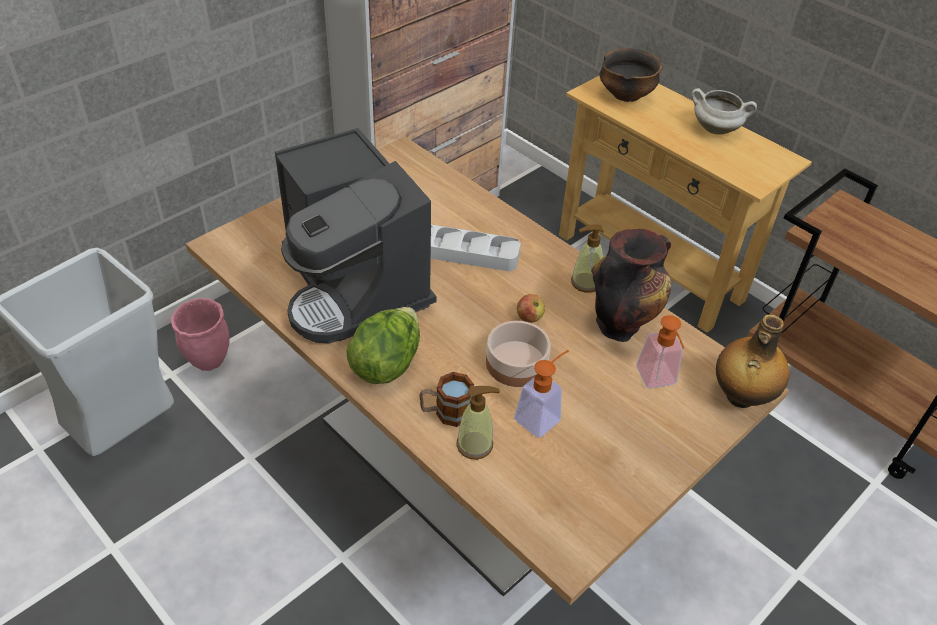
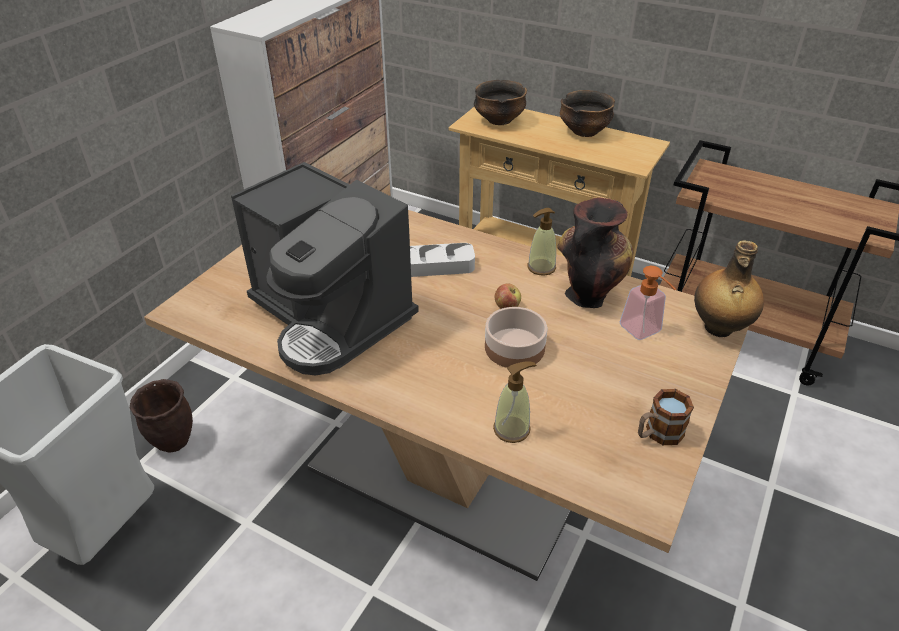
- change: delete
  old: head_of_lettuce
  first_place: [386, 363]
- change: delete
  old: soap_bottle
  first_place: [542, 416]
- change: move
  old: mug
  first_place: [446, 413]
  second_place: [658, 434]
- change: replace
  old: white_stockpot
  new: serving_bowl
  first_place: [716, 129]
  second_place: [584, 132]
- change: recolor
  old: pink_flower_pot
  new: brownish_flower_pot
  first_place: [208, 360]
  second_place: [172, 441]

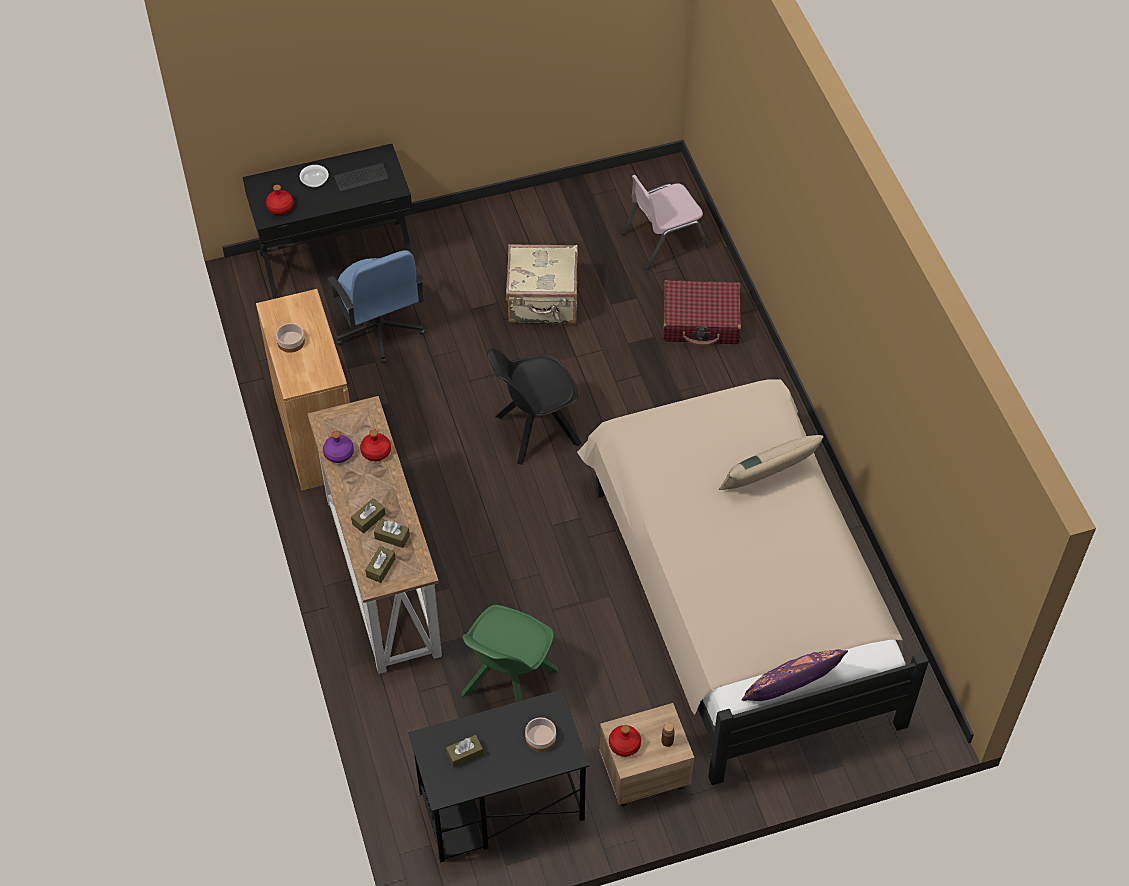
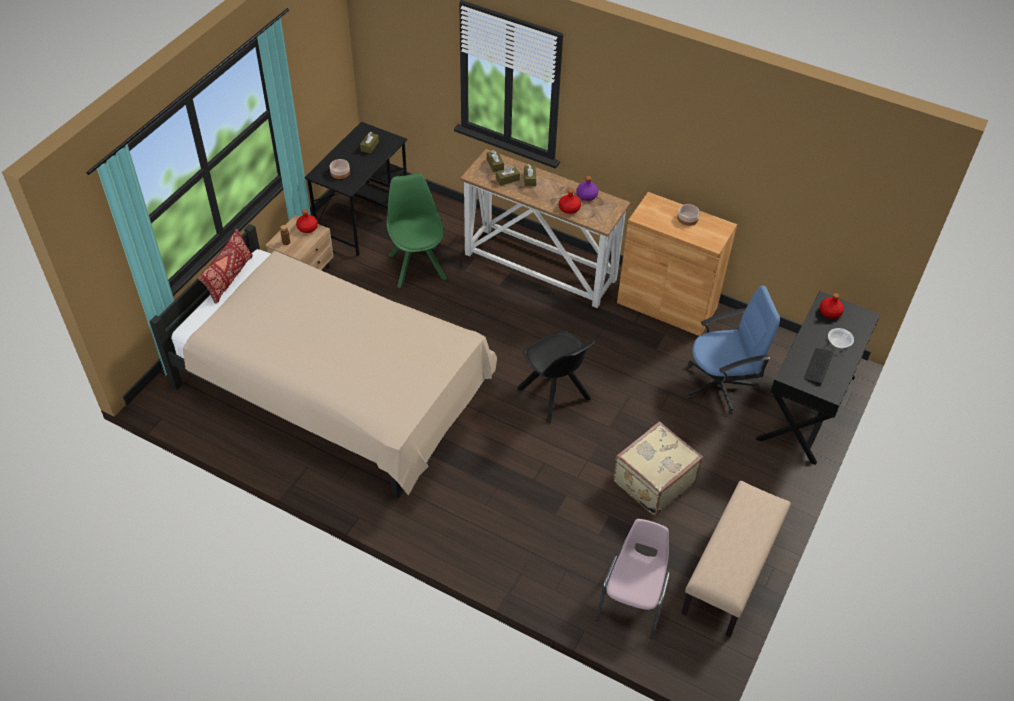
- change: delete
  old: red-coloured_travel_case
  first_place: [701, 321]
- change: delete
  old: beige-coloured_throw_pillow
  first_place: [768, 477]
- change: insert
  new: beige-coloured_bench
  second_place: [731, 573]
- change: recolor
  old: purplish_throw_pillow
  new: red-coloured_throw_pillow
  first_place: [791, 686]
  second_place: [229, 278]
- change: rotate
  old: blue-coloured_office_chair
  first_place: [379, 330]
  second_place: [720, 385]
  degrees: 150
- change: rotate
  old: black_upright_chair
  first_place: [535, 430]
  second_place: [555, 395]
  degrees: 120

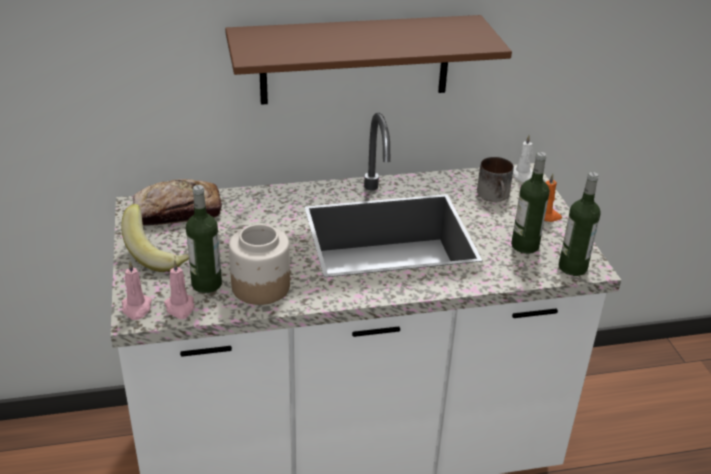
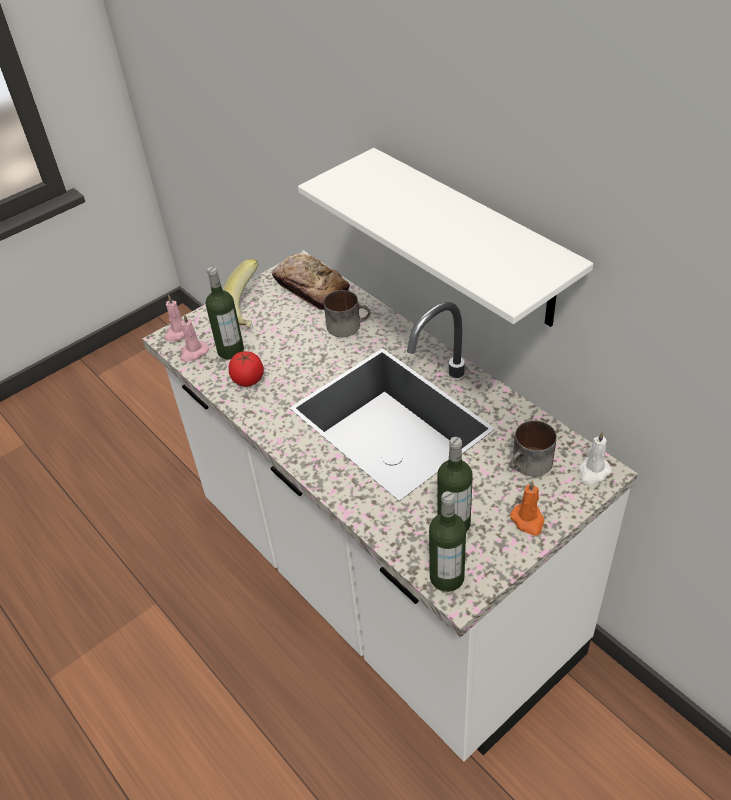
- change: insert
  new: mug
  second_place: [348, 325]
- change: replace
  old: jar
  new: whole_tomato
  first_place: [260, 287]
  second_place: [248, 379]
- change: recolor
  old: brownish_bracket_shelf
  new: white_bracket_shelf
  first_place: [355, 60]
  second_place: [472, 239]

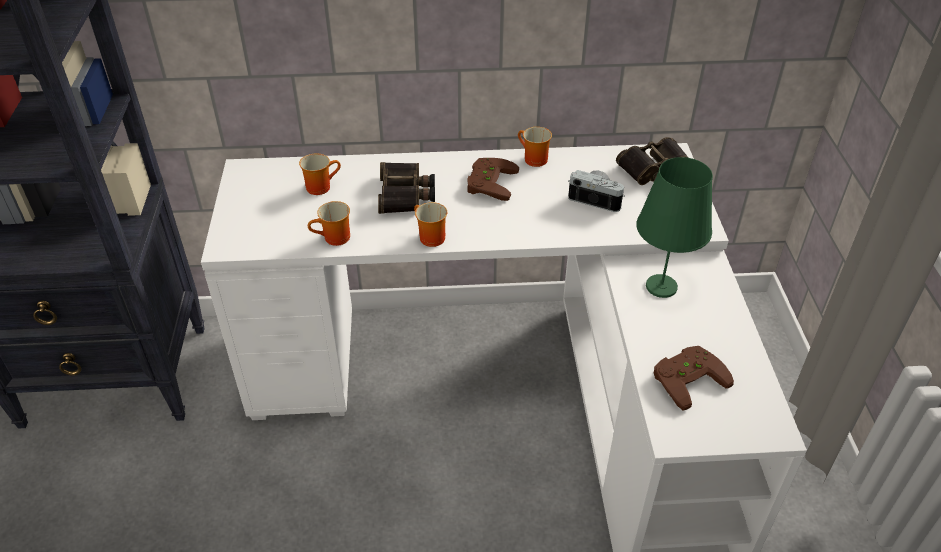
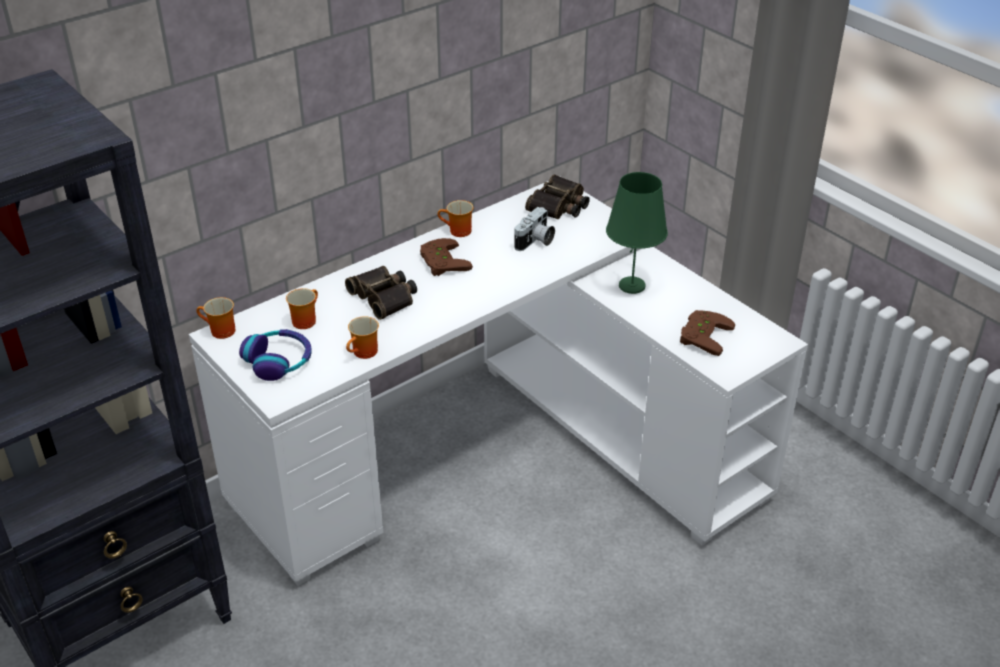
- change: insert
  new: headset
  second_place: [279, 361]
- change: move
  old: mug
  first_place: [428, 237]
  second_place: [219, 332]
- change: rotate
  old: still_camera
  first_place: [596, 199]
  second_place: [535, 242]
  degrees: 135

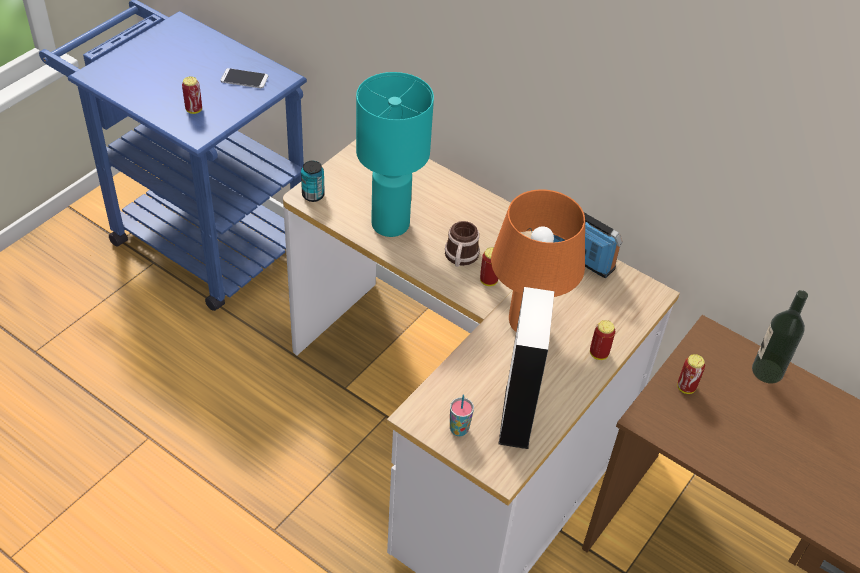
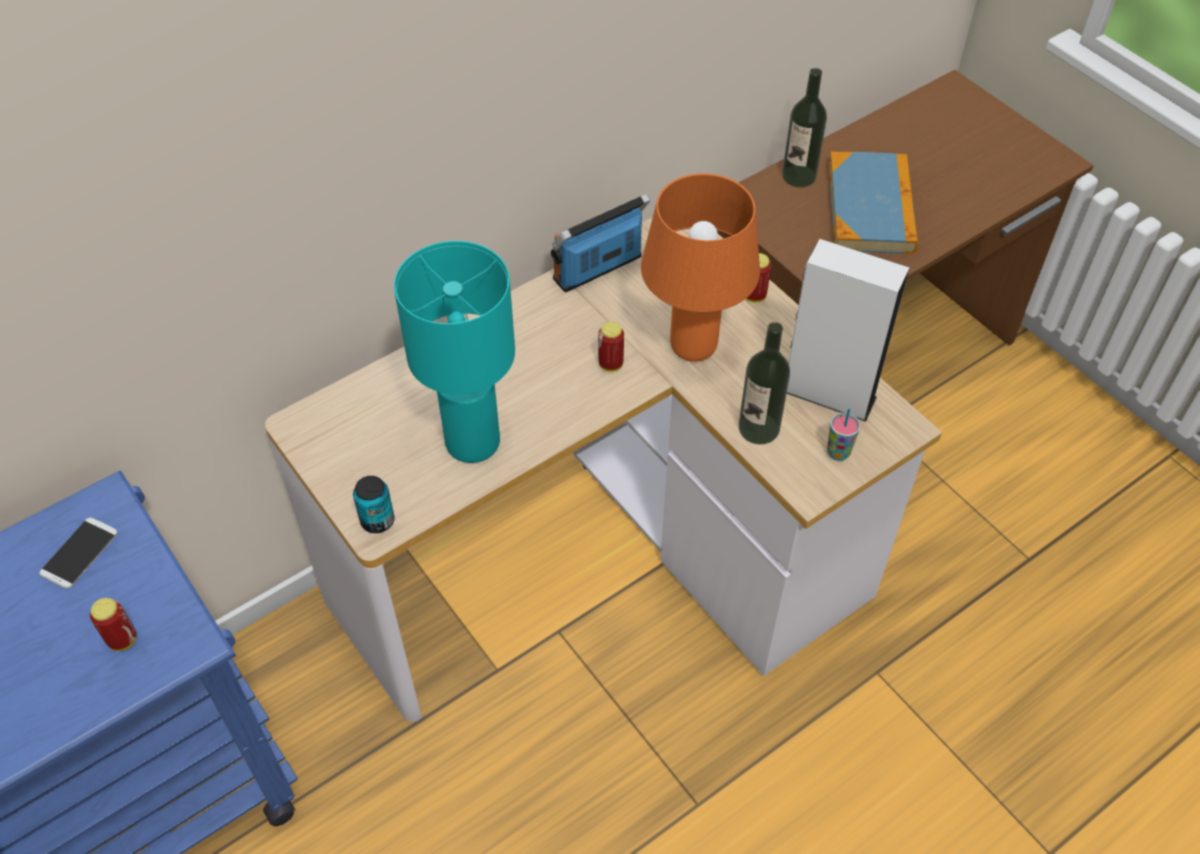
- change: delete
  old: mug
  first_place: [460, 258]
- change: delete
  old: metal_can
  first_place: [686, 387]
- change: insert
  new: bottle
  second_place: [758, 428]
- change: insert
  new: bound_book
  second_place: [871, 207]

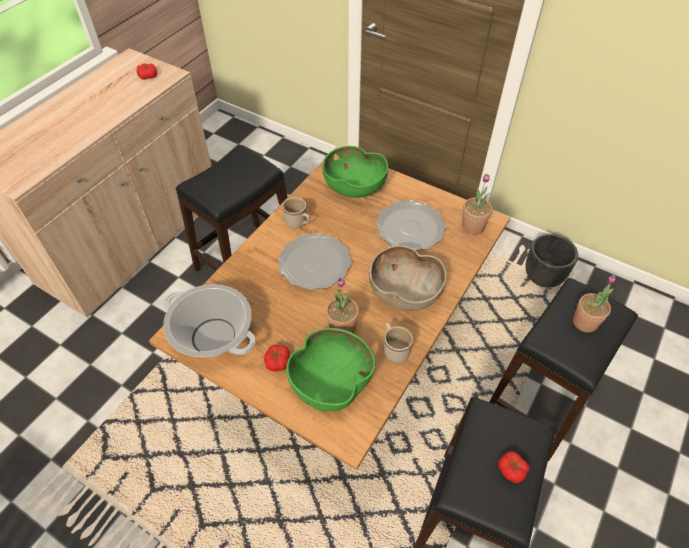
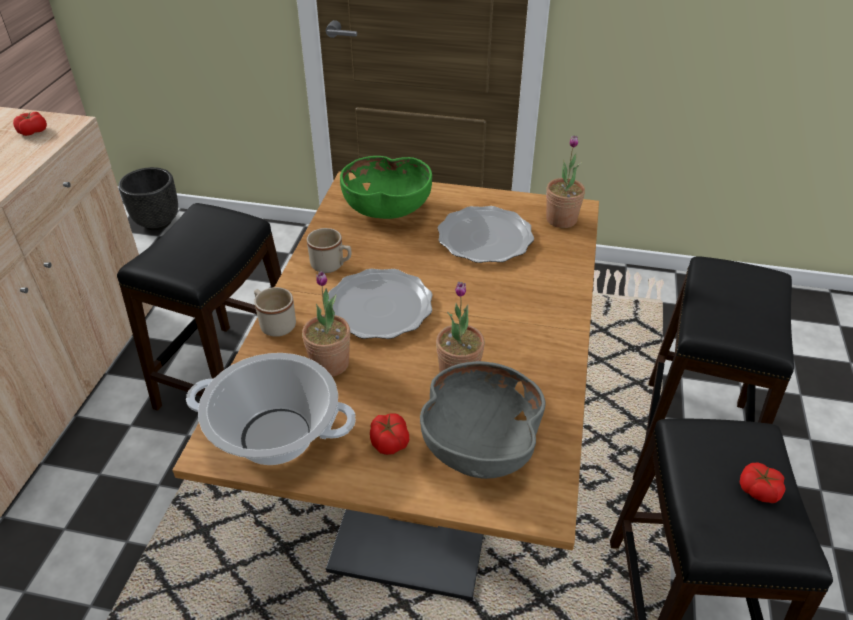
- change: delete
  old: brownish_serving_bowl
  first_place: [404, 294]
- change: move
  old: beige-coloured_mug
  first_place: [394, 349]
  second_place: [274, 323]
- change: move
  old: black_flower_pot
  first_place: [543, 277]
  second_place: [158, 222]
- change: move
  old: potted_plant
  first_place: [585, 322]
  second_place: [330, 363]
- change: recolor
  old: green_serving_bowl
  new: greyish_serving_bowl
  first_place: [330, 382]
  second_place: [479, 445]

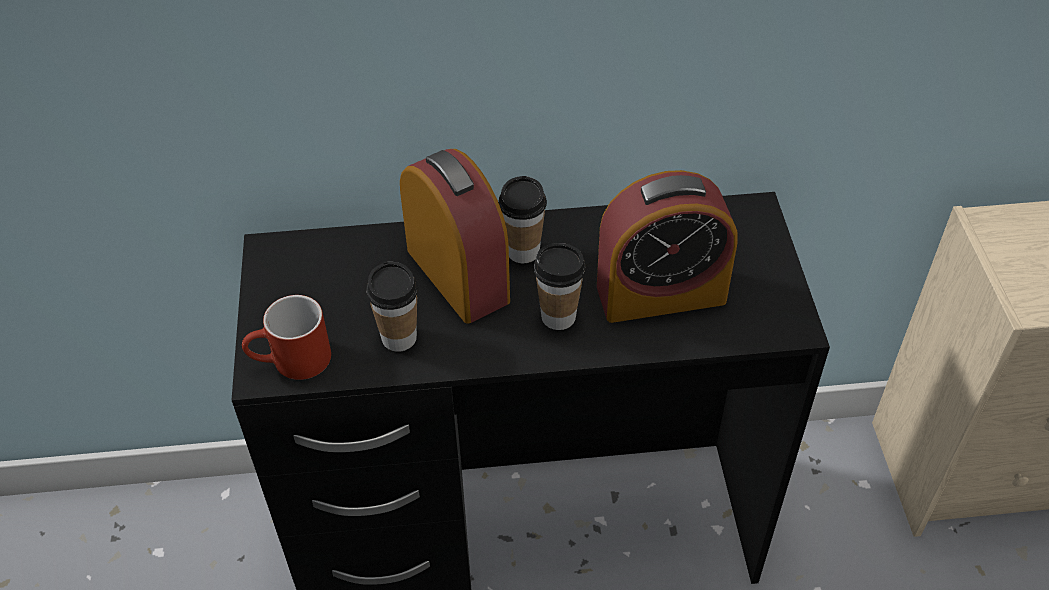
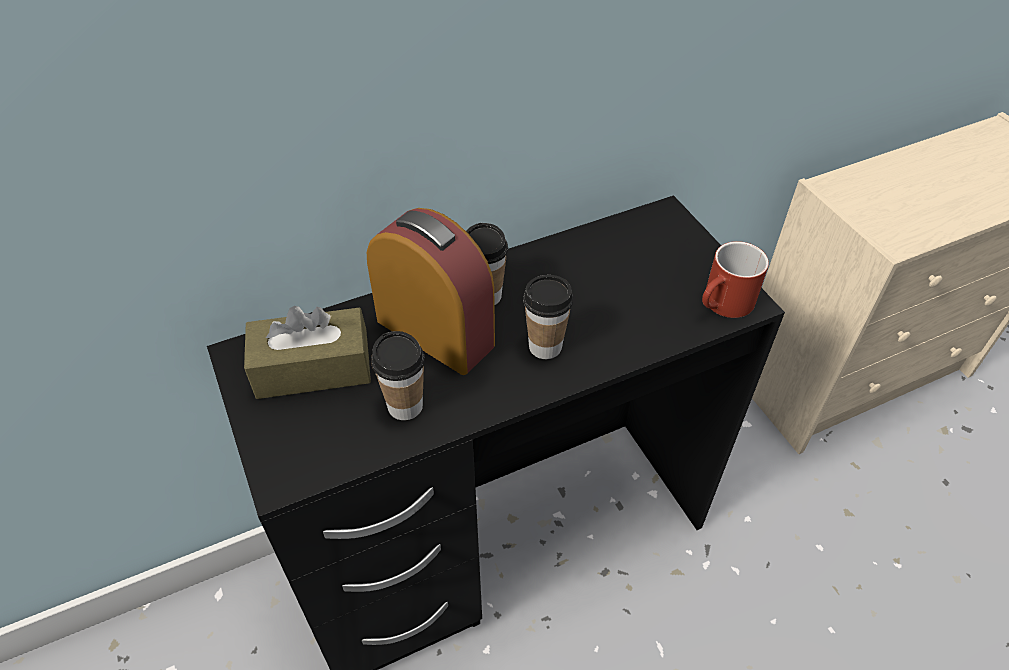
- change: delete
  old: alarm_clock
  first_place: [661, 294]
- change: insert
  new: brownish_tissue_box
  second_place: [313, 368]
- change: move
  old: red-coloured_mug
  first_place: [291, 362]
  second_place: [724, 306]

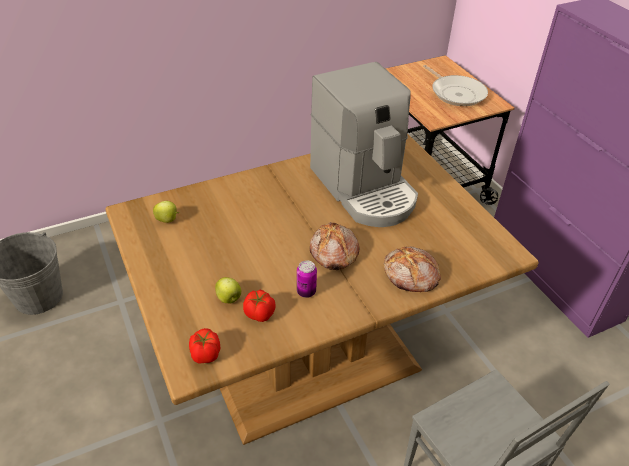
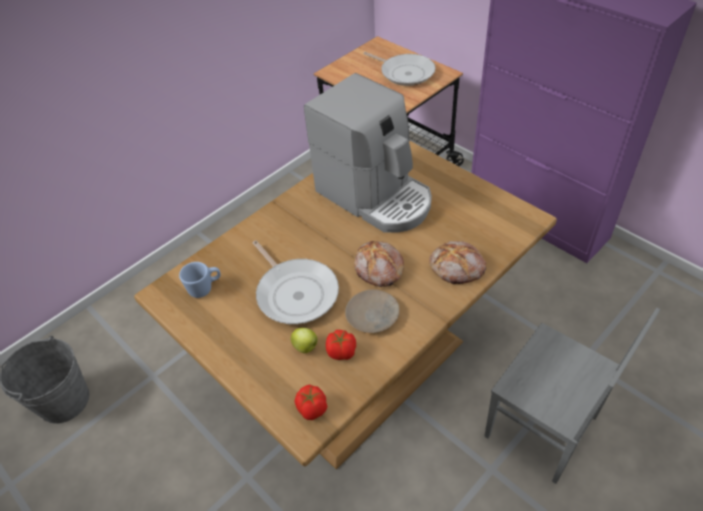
- change: insert
  new: skillet
  second_place: [295, 292]
- change: replace
  old: apple
  new: blue-coloured_mug
  first_place: [168, 220]
  second_place: [205, 288]
- change: replace
  old: metal_can
  new: beige-coloured_flat_dish
  first_place: [306, 292]
  second_place: [373, 315]

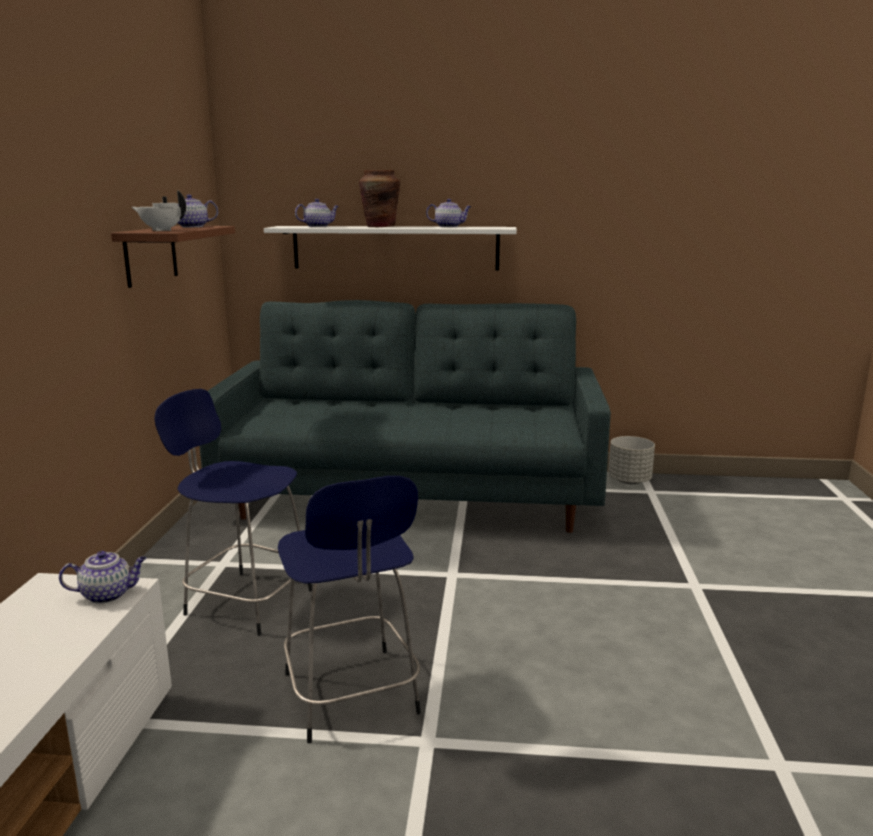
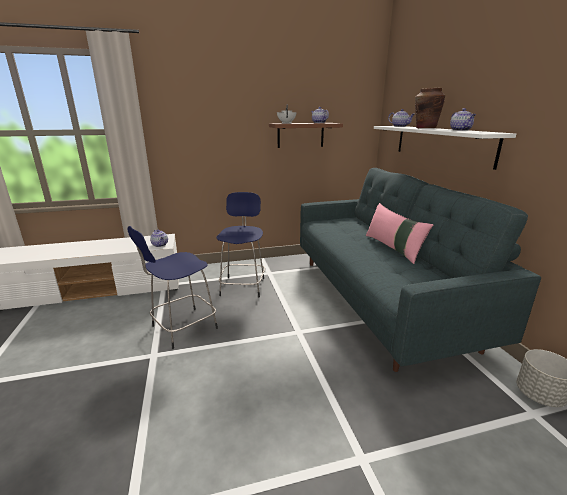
- change: insert
  new: pink_throw_pillow
  second_place: [393, 248]

